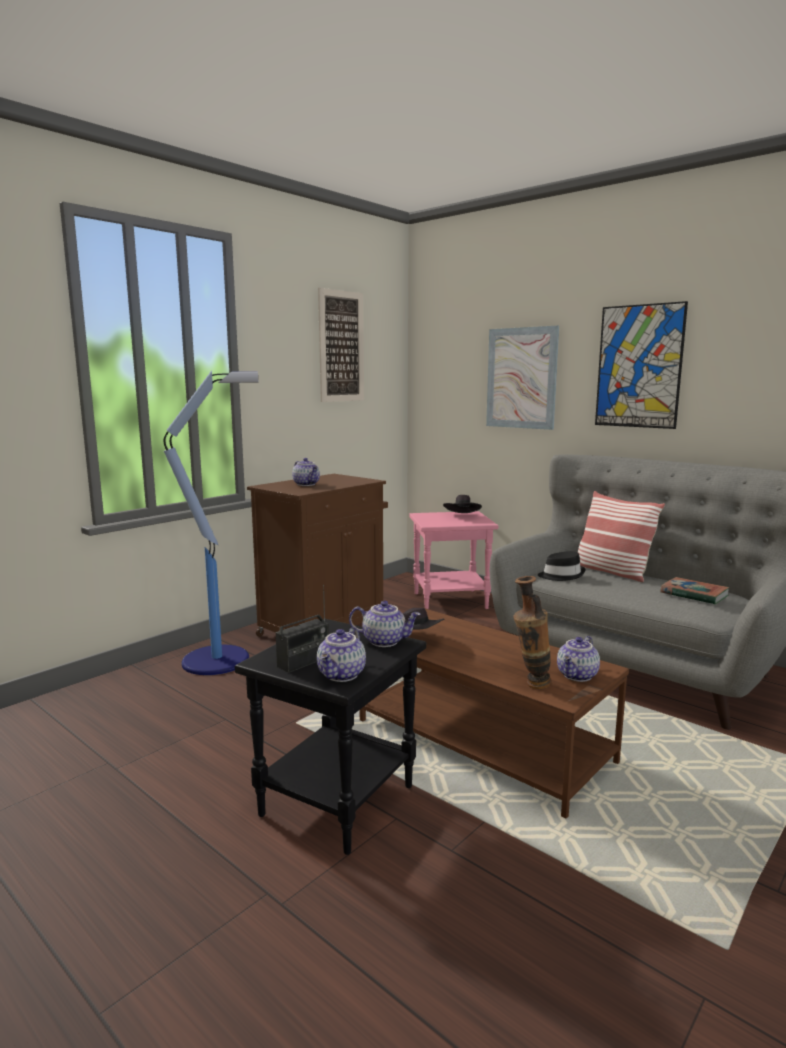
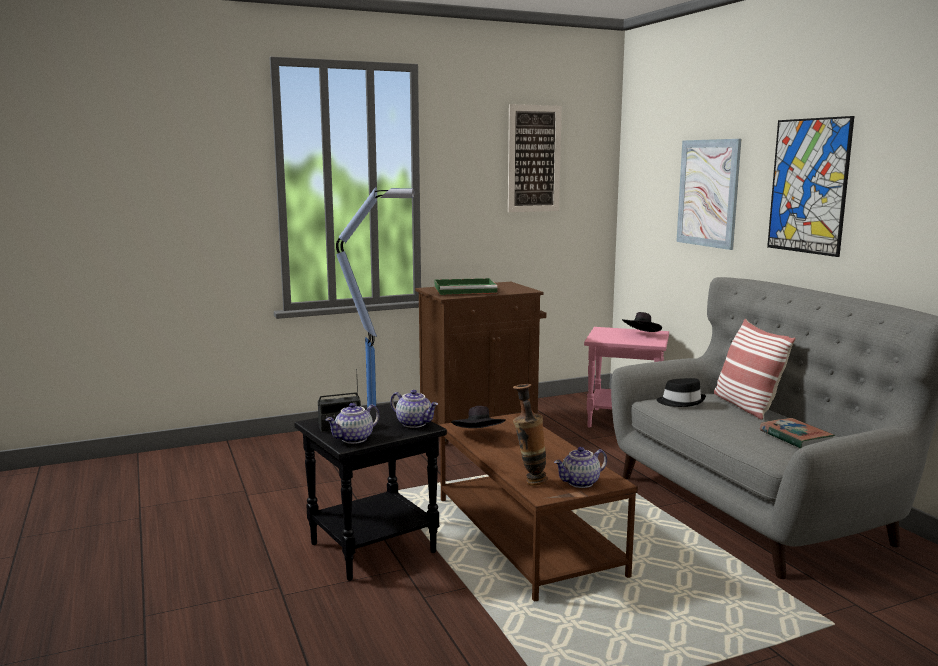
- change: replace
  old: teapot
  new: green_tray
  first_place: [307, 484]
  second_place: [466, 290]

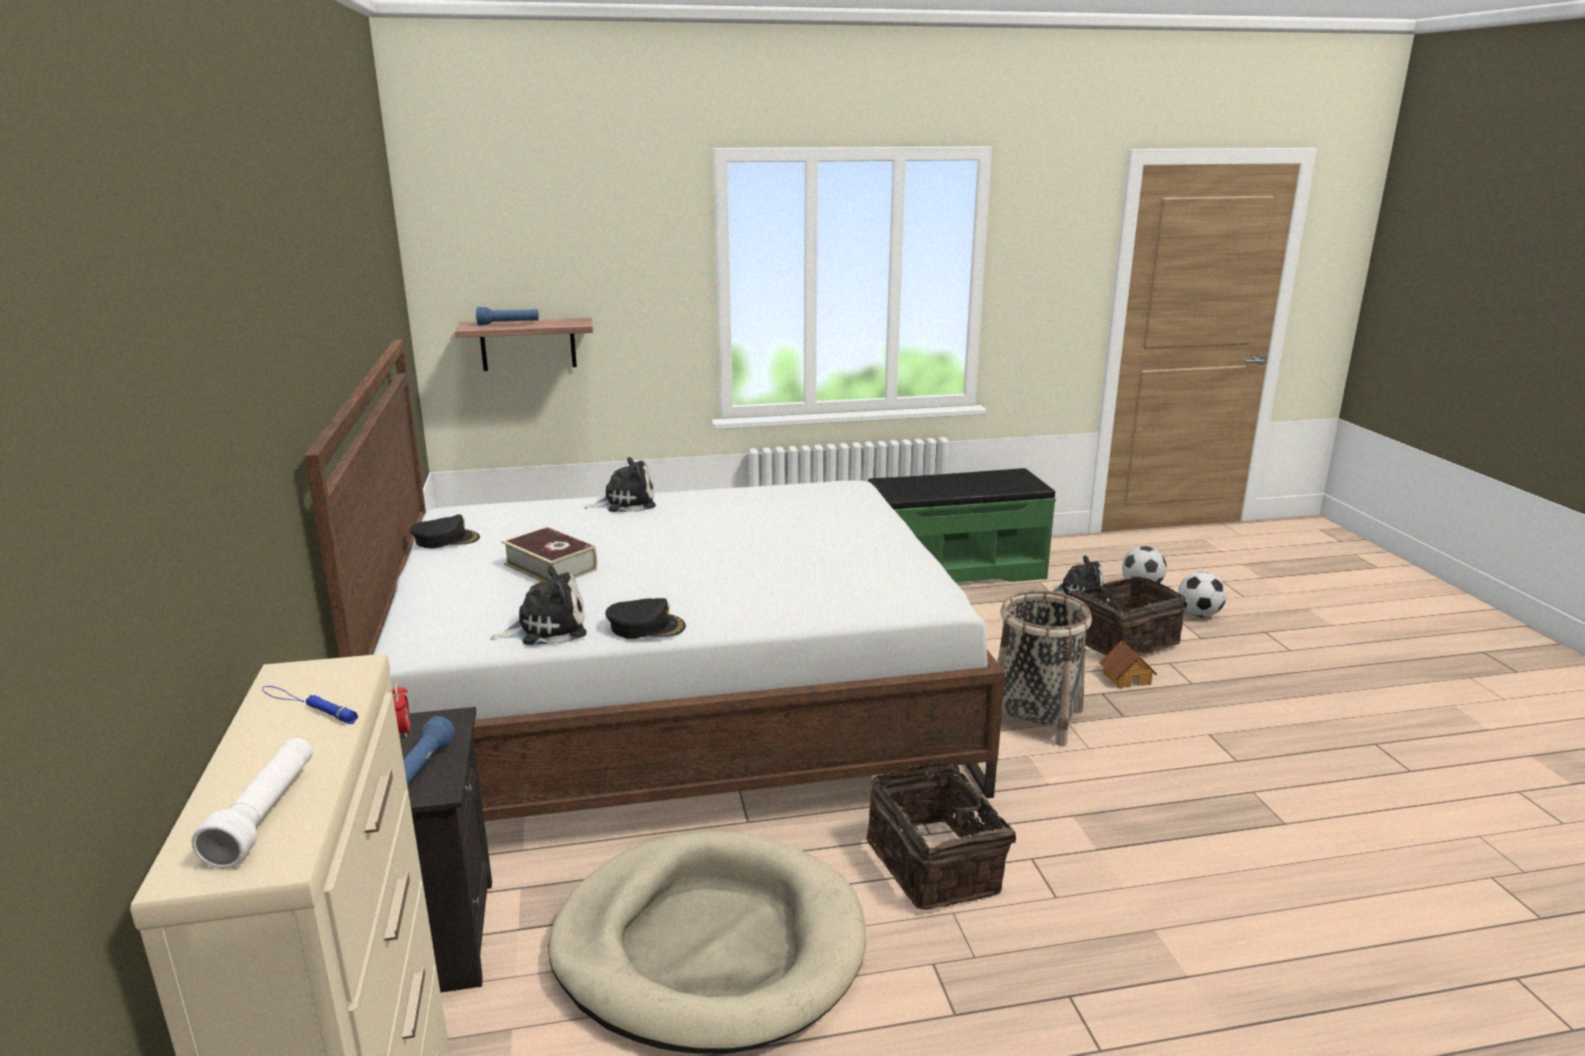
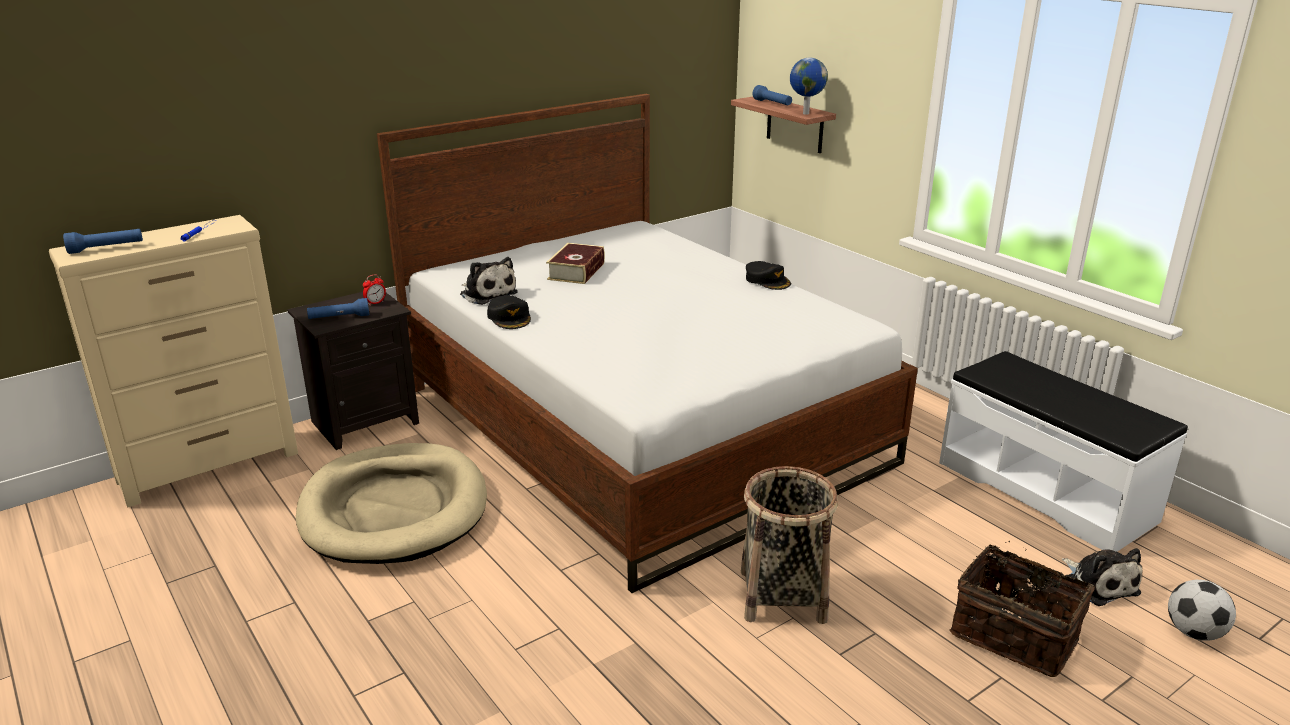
- change: delete
  old: plush_toy
  first_place: [625, 503]
- change: delete
  old: household_basket
  first_place: [937, 865]
- change: delete
  old: model_house
  first_place: [1126, 678]
- change: delete
  old: football
  first_place: [1198, 614]
- change: insert
  new: world_globe
  second_place: [805, 113]
- change: move
  old: black_baseball_cap
  first_place: [446, 539]
  second_place: [767, 280]
- change: recolor
  old: white_torch
  new: blue-coloured_torch
  first_place: [265, 815]
  second_place: [106, 248]
- change: recolor
  old: green_bench
  new: white_bench
  first_place: [954, 570]
  second_place: [1045, 490]

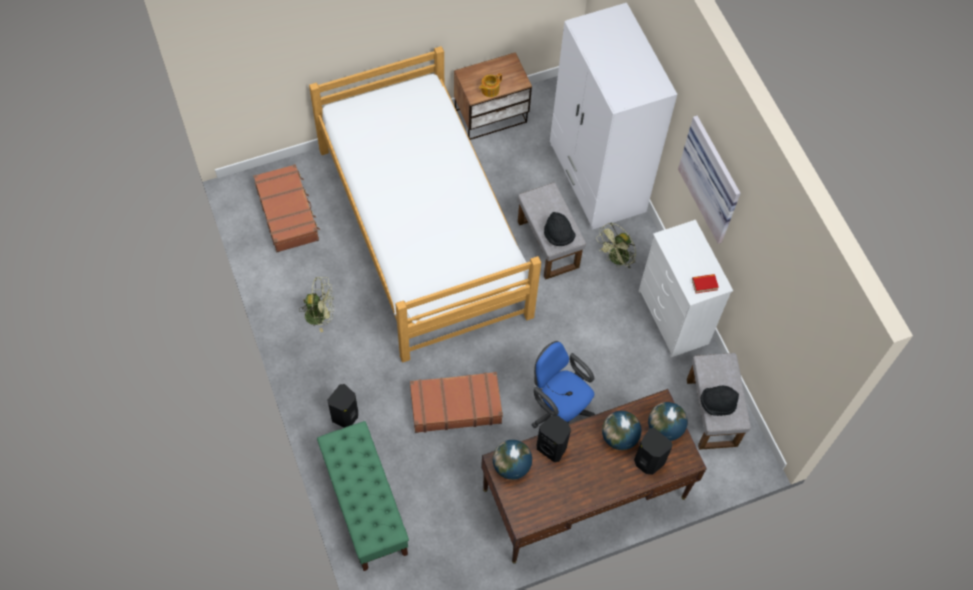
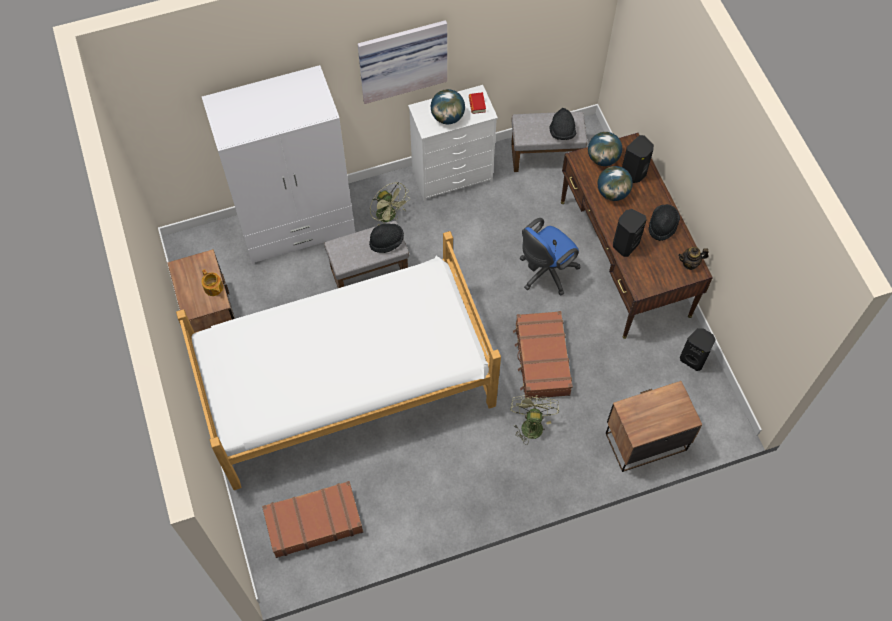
- change: insert
  new: black_clothing_hat
  second_place: [662, 226]
- change: insert
  new: teapot
  second_place: [690, 263]
- change: move
  old: green_electric_fan
  first_place: [320, 314]
  second_place: [531, 423]
- change: move
  old: black_audio_speaker
  first_place: [345, 416]
  second_place: [693, 359]
- change: move
  old: world_globe
  first_place: [511, 466]
  second_place: [447, 117]
- change: replace
  old: green_bench
  new: night_table
  first_place: [365, 505]
  second_place: [644, 440]

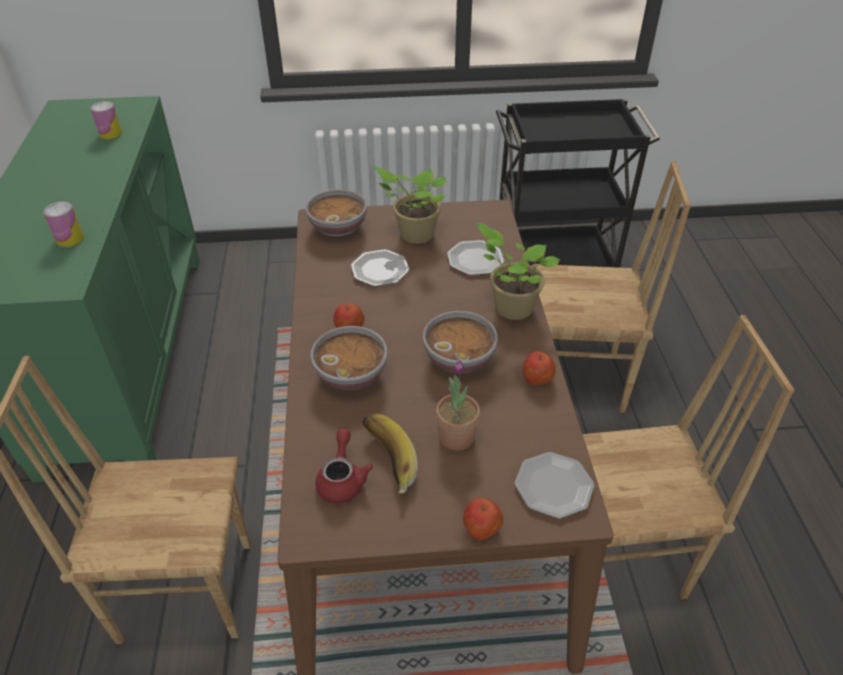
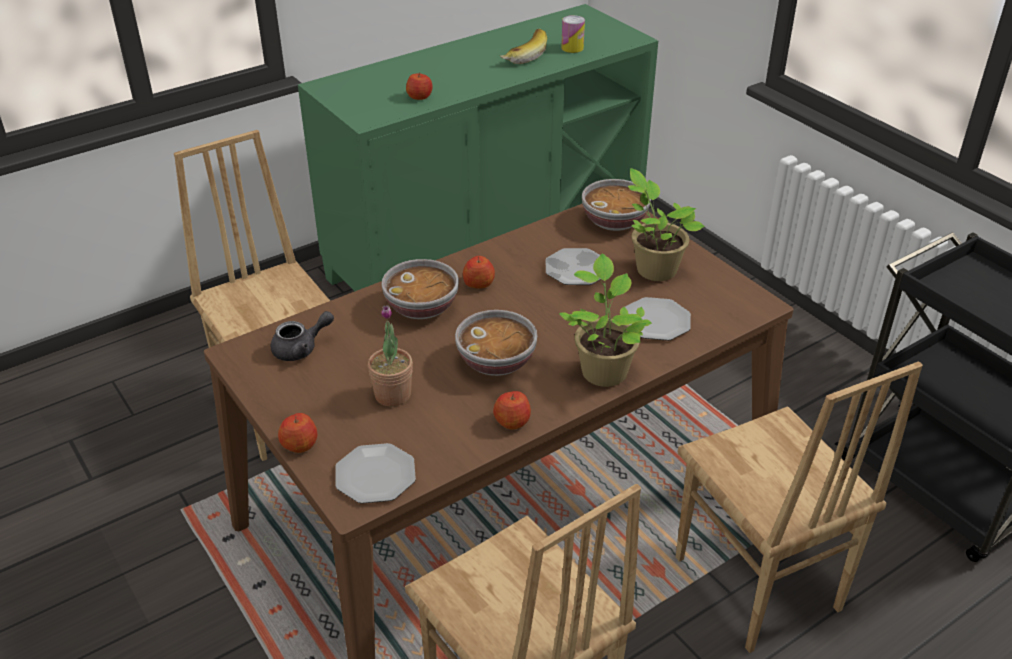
- change: move
  old: banana_fruit
  first_place: [386, 462]
  second_place: [523, 55]
- change: replace
  old: metal_can
  new: apple
  first_place: [70, 239]
  second_place: [420, 97]
- change: recolor
  old: red-coloured_teapot
  new: greyish_teapot
  first_place: [342, 479]
  second_place: [301, 349]

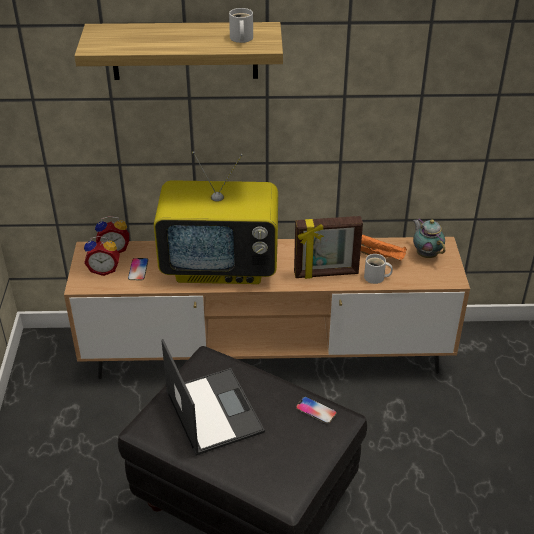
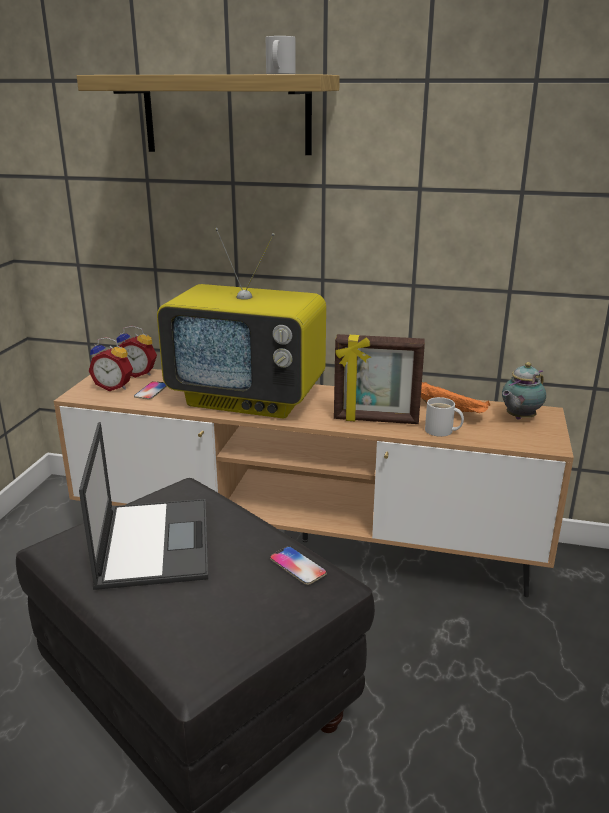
- change: rotate
  old: teapot
  first_place: [426, 254]
  second_place: [518, 418]
  degrees: -120

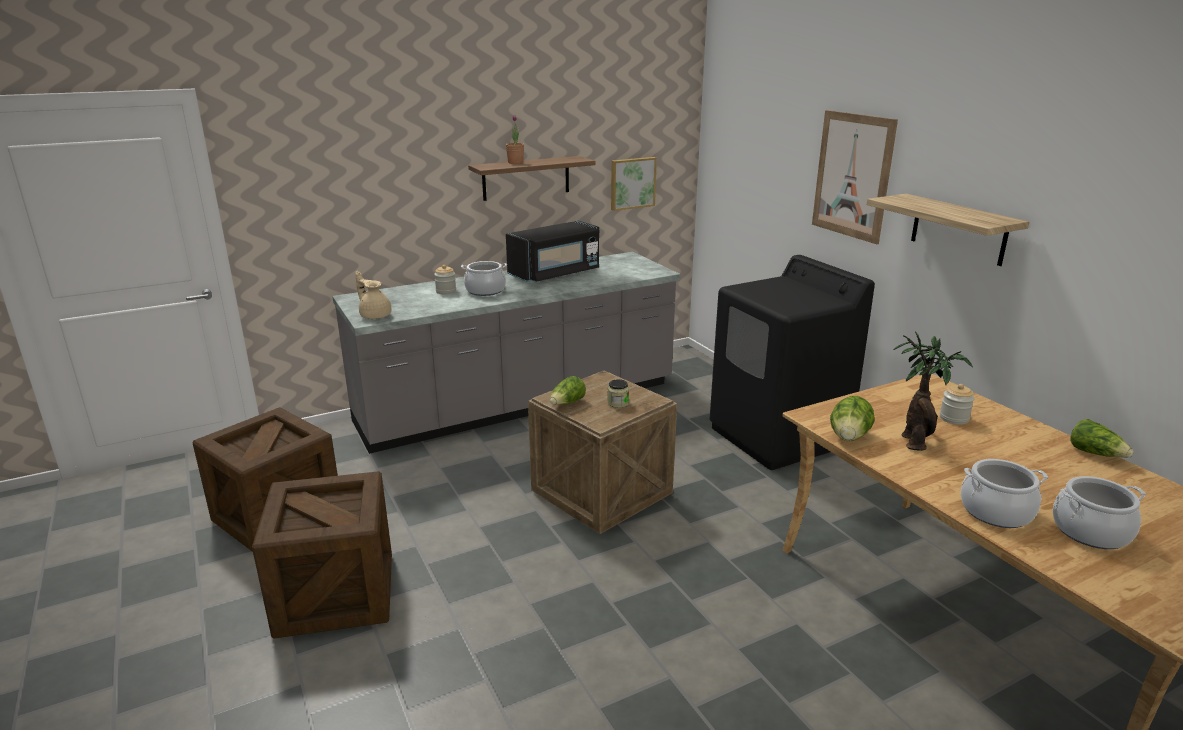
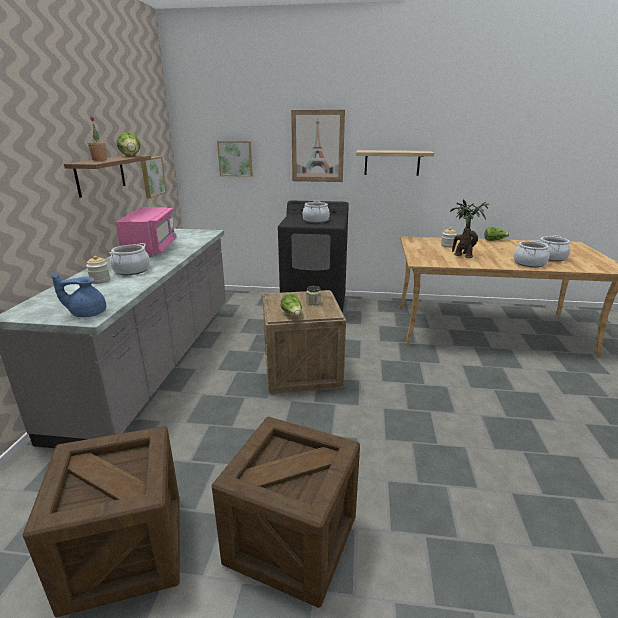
- change: insert
  new: wall_picture
  second_place: [235, 158]
- change: insert
  new: stockpot
  second_place: [315, 221]
- change: move
  old: head_of_lettuce
  first_place: [849, 437]
  second_place: [130, 156]
- change: recolor
  old: beige-coloured_teapot
  new: blue-coloured_teapot
  first_place: [375, 315]
  second_place: [87, 313]
- change: recolor
  old: black_microwave
  new: pink_microwave
  first_place: [555, 274]
  second_place: [151, 249]

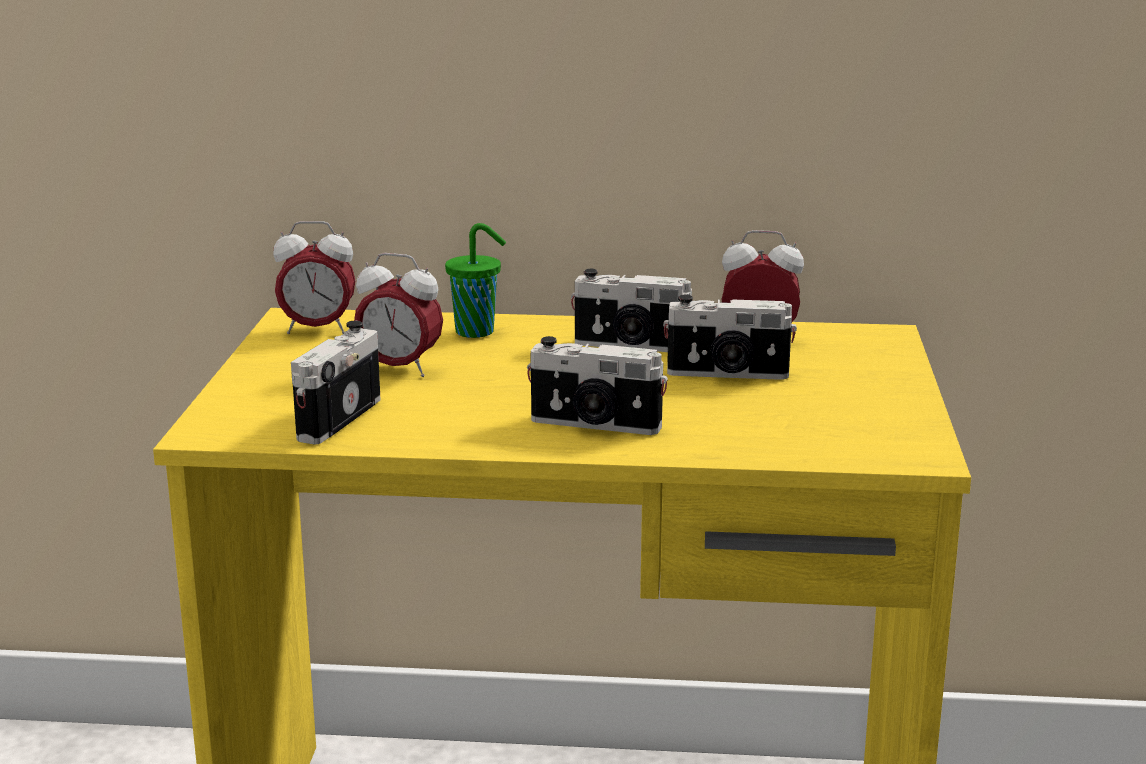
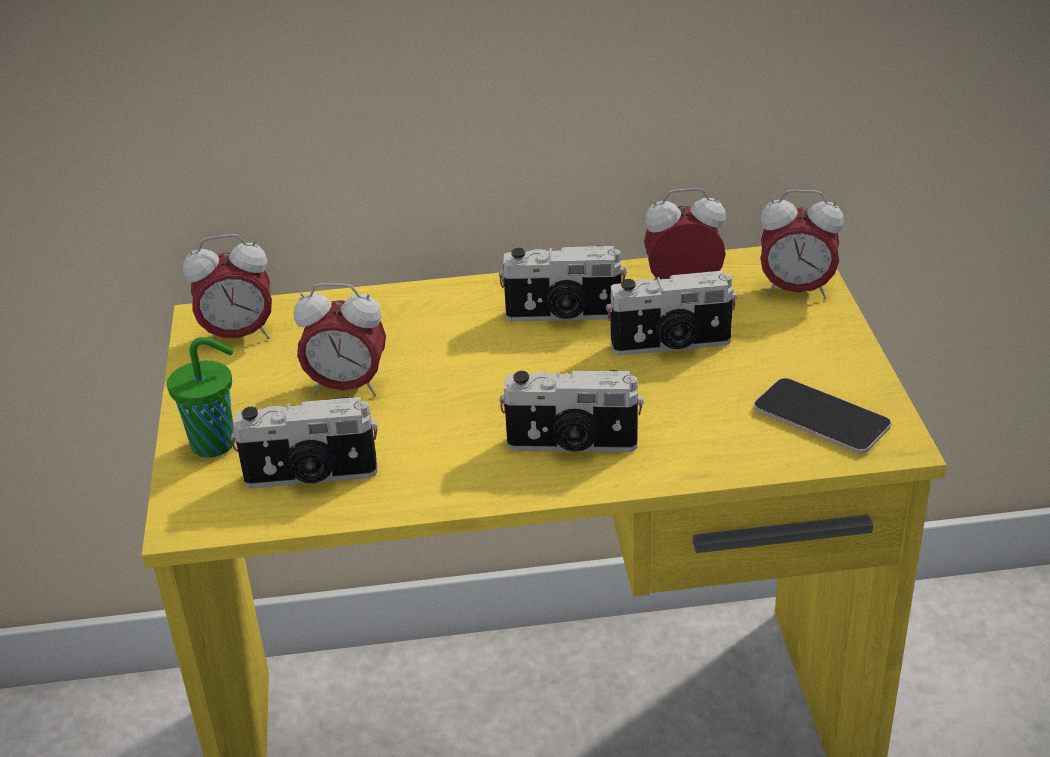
- change: insert
  new: handset
  second_place: [821, 417]
- change: insert
  new: alarm_clock
  second_place: [796, 291]
- change: move
  old: green_small_cup
  first_place: [477, 332]
  second_place: [216, 444]
- change: rotate
  old: still_camera
  first_place: [335, 418]
  second_place: [311, 477]
  degrees: -105

